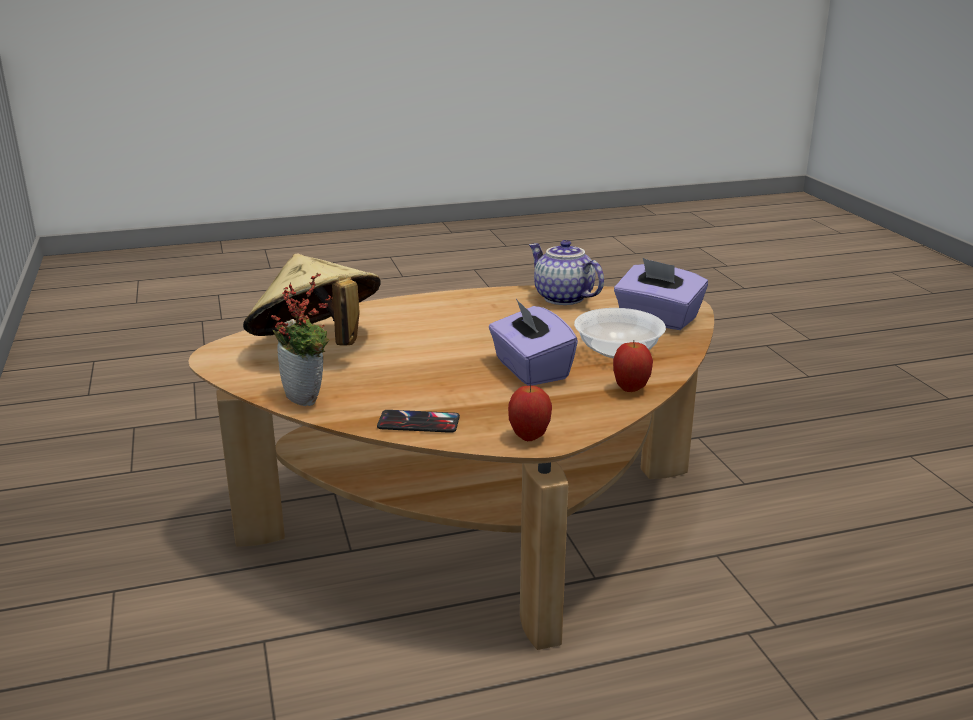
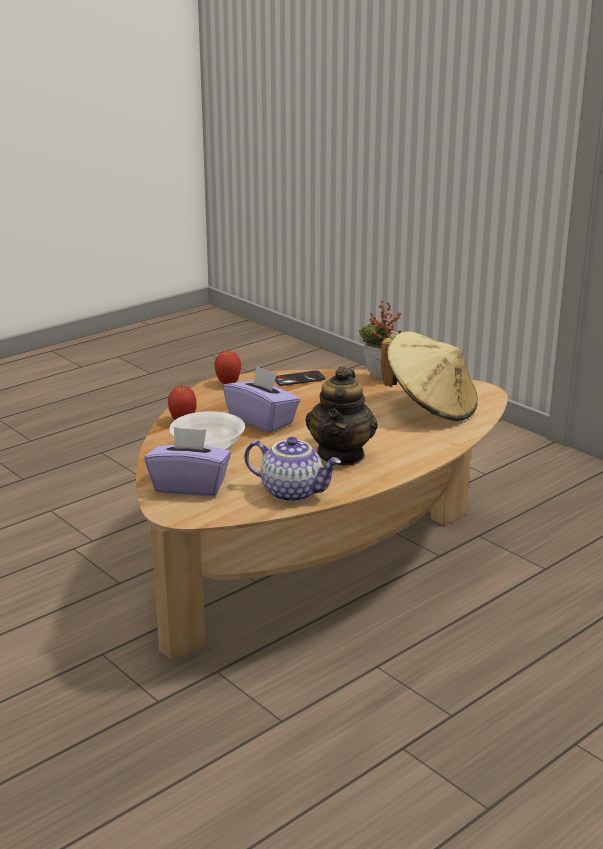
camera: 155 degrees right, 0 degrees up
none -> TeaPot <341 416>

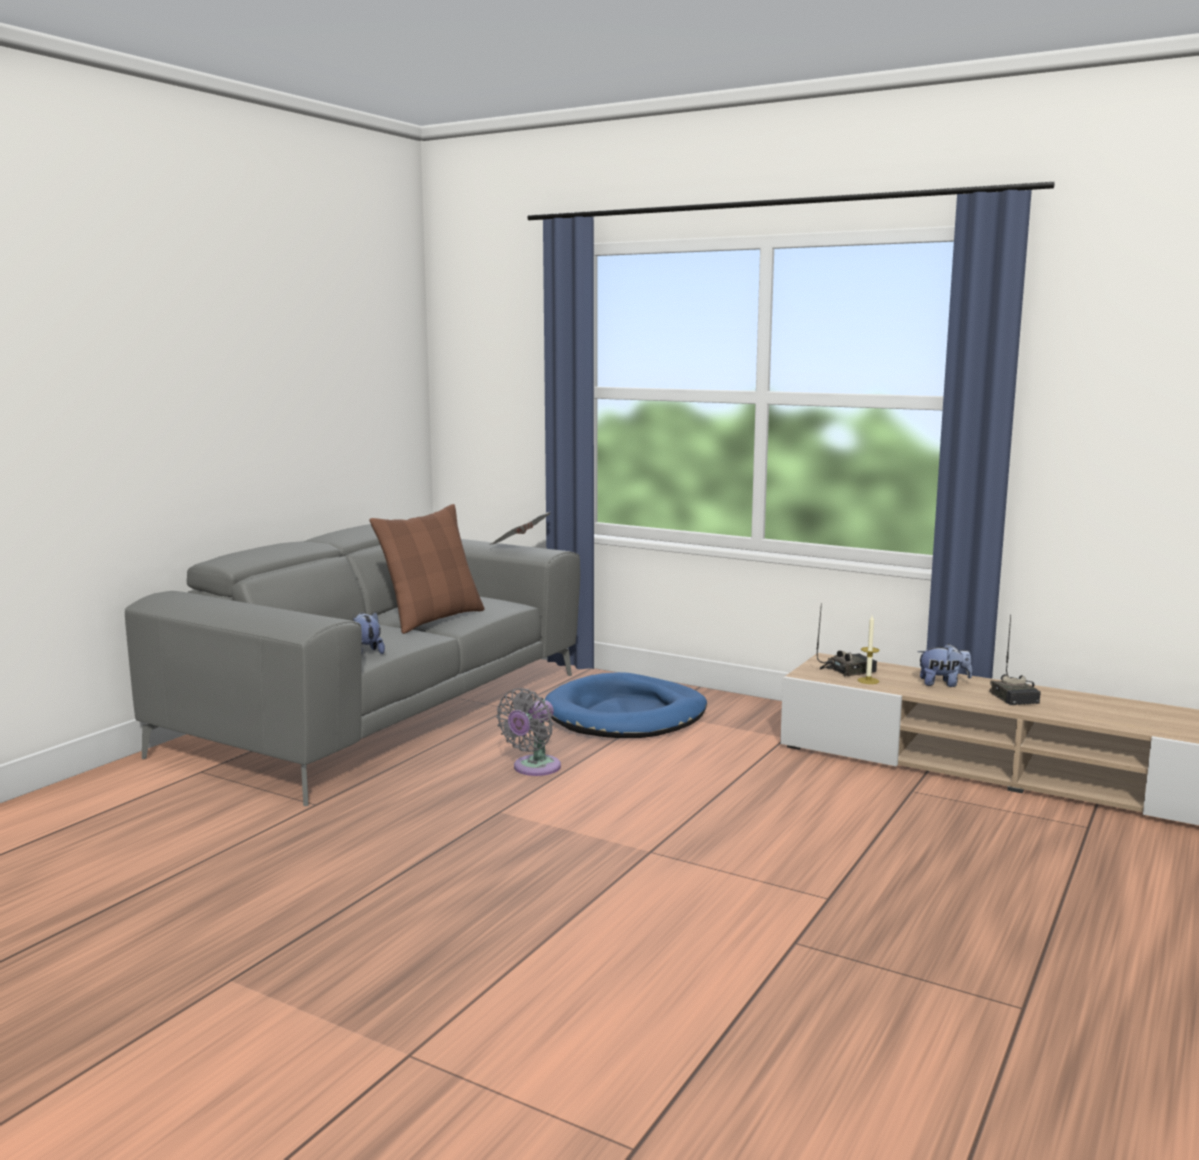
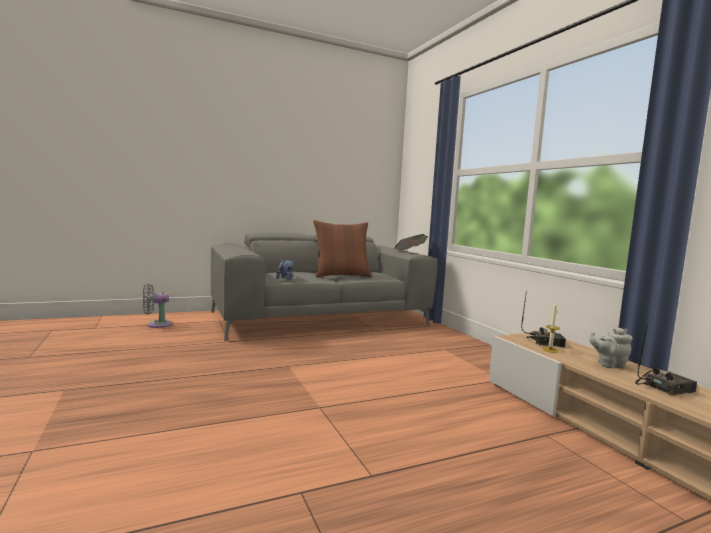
camera: 35 degrees right, 5 degrees down
BlueDogBed <626 705> -> none
GreyCoolingFan <528 732> -> GreyCoolingFan <157 306>, move
SoftToy <945 665> -> GreyTeaPot <611 348>
Radio <1015 659> -> Radio <666 359>, 135 degrees counterclockwise

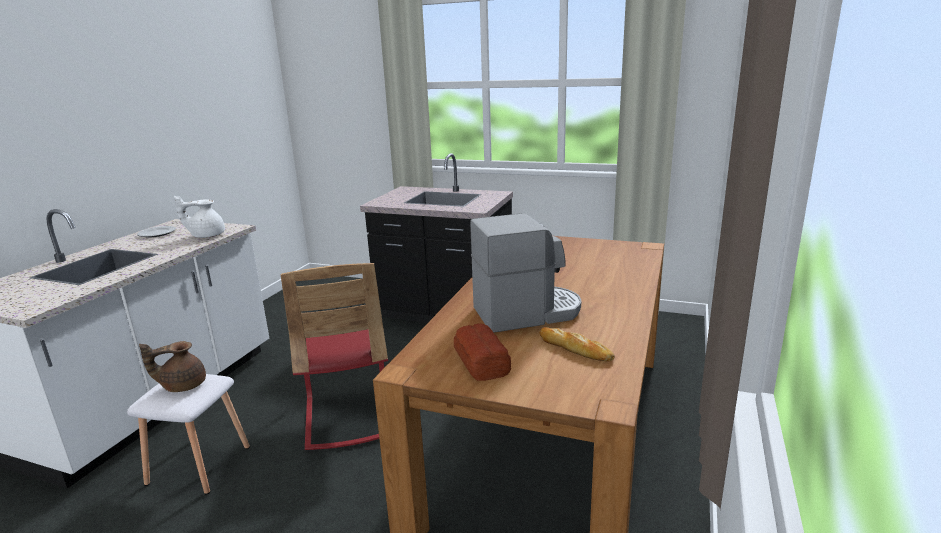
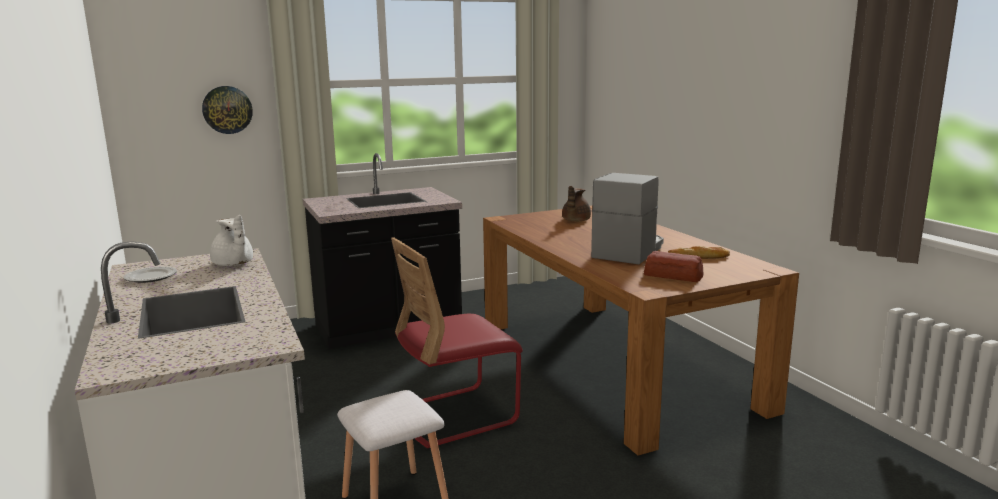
camera: 45 degrees left, 5 degrees down
none -> WallClock <227 110>
BrownTeaPot <172 366> -> BrownTeaPot <576 204>, move
WhitishTeaPot <199 217> -> WhitishTeaPot <231 240>, 75 degrees counterclockwise
RedUprightChair <334 357> -> RedUprightChair <457 343>, 120 degrees clockwise

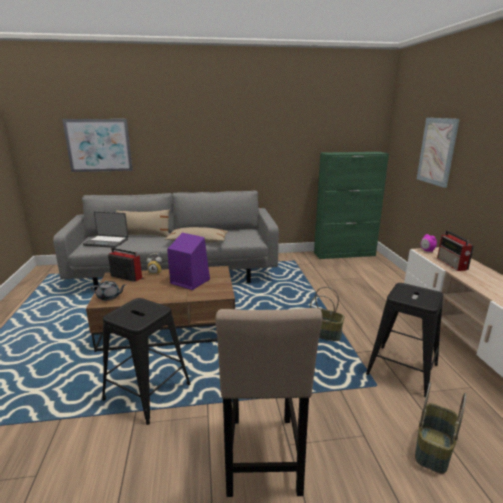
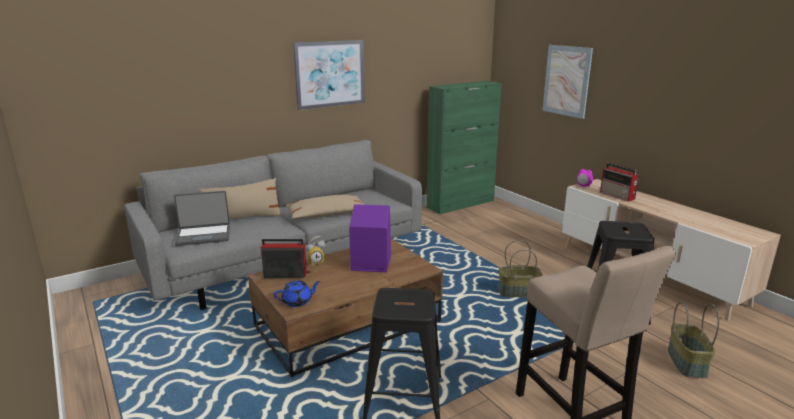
camera: 25 degrees left, 0 degrees up
WallArt <97 145> -> WallArt <329 75>, move
GreyTeaPot <108 291> -> BlueTeaPot <297 294>

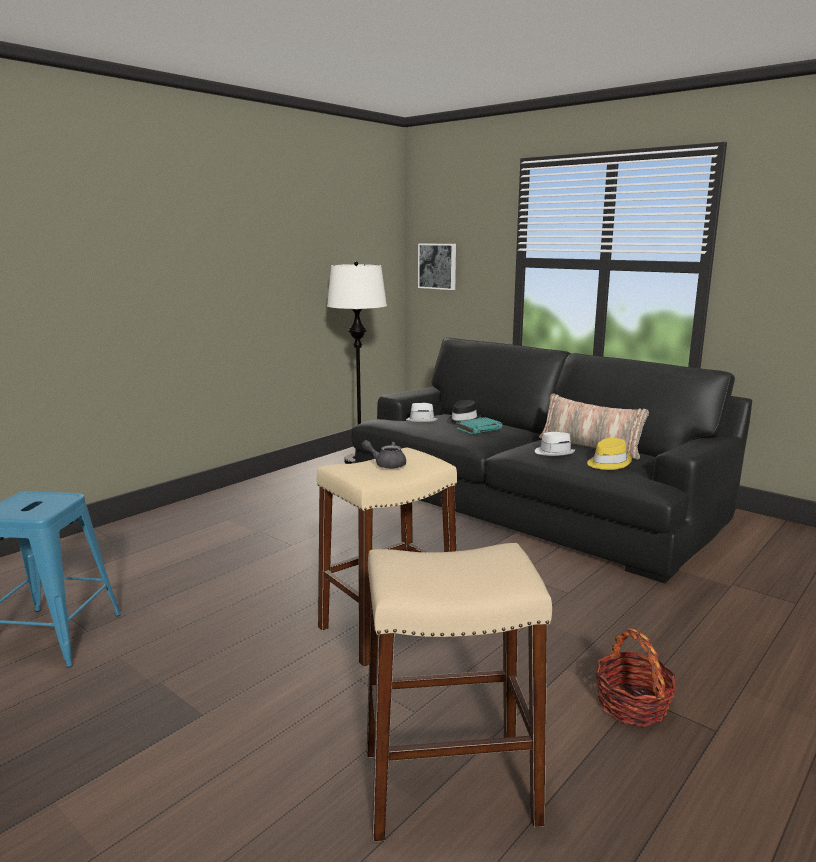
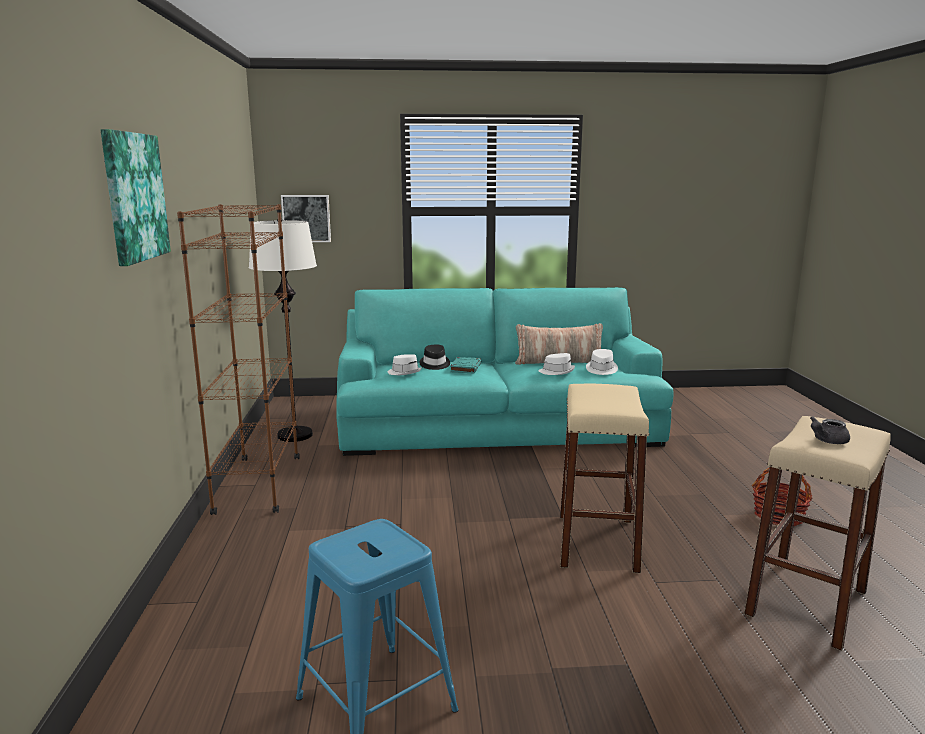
camera: 45 degrees left, 0 degrees up
none -> WallArt <136 197>
none -> BrownShelvingUnit <238 359>
GreyTeaPot <383 454> -> GreyTeaPot <830 430>, move
BlackSettee <551 460> -> TurquoiseColouredSettee <505 371>
YellowClothingHat <609 454> -> WhitishClothingHat <602 362>

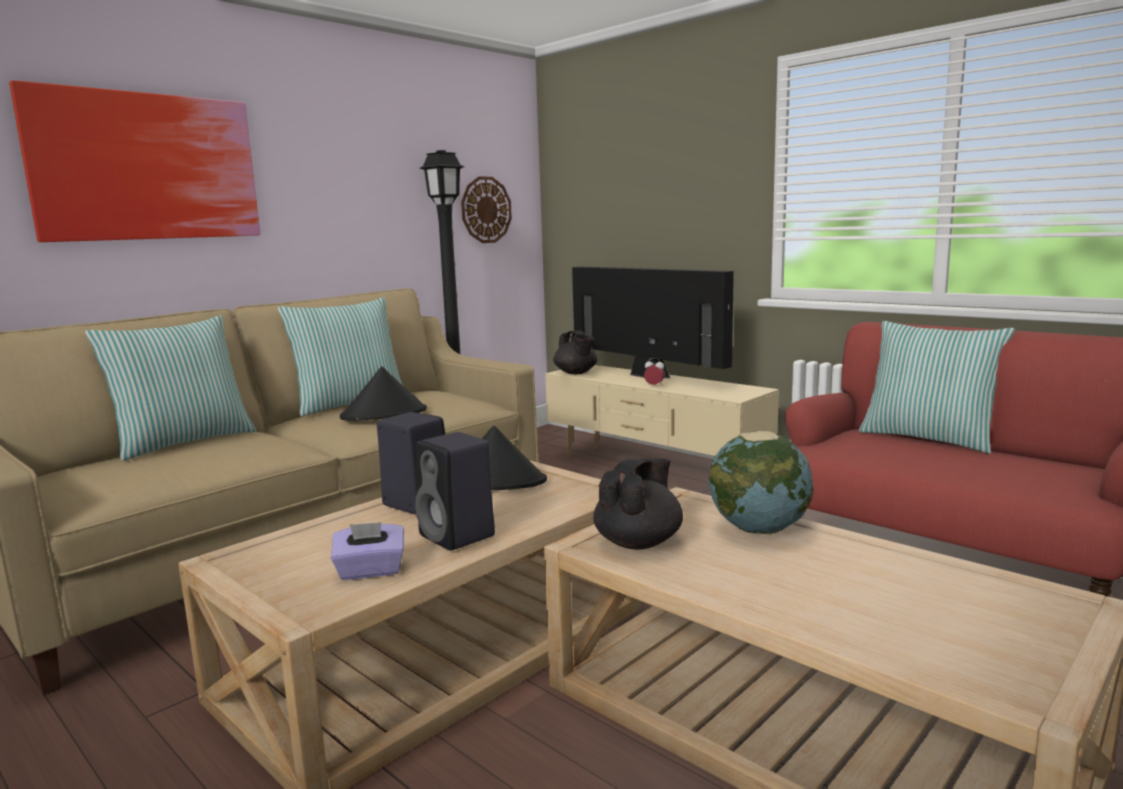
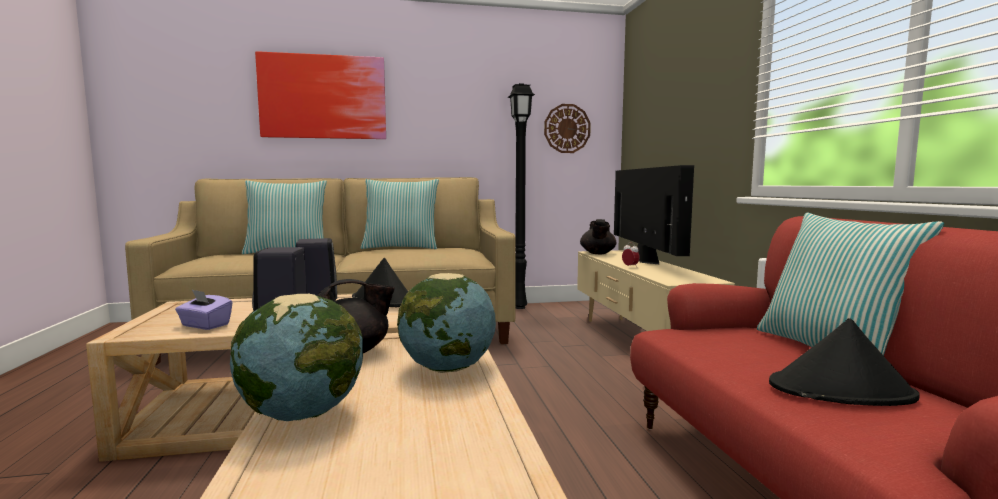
camera: 35 degrees right, 5 degrees down
none -> DeskGlobe <296 357>
BlackClothingHat <383 394> -> BlackClothingHat <844 362>, move

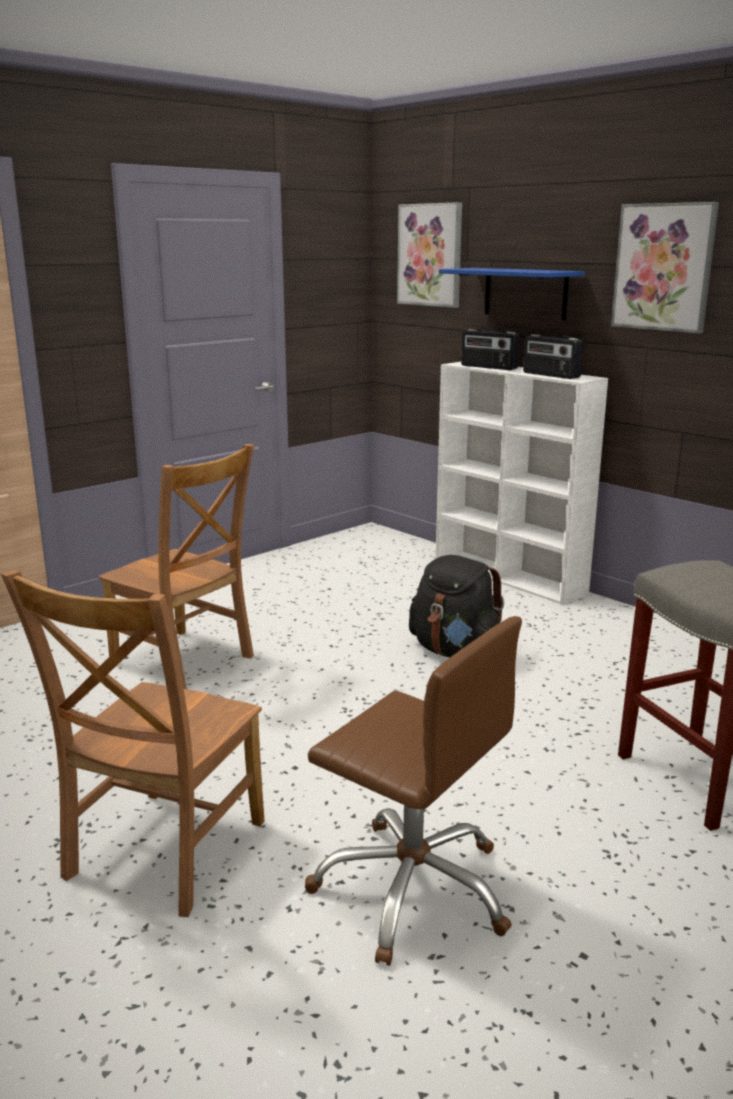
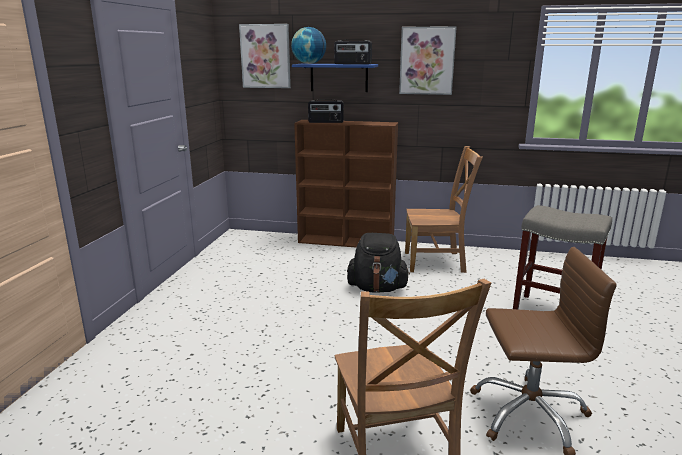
camera: 35 degrees left, 0 degrees up
none -> DeskGlobe <308 45>
BrownUprightChair <176 566> -> BrownUprightChair <444 209>, move
Radio <553 356> -> Radio <353 52>, move
WhitishShelvingUnit <522 483> -> BrownShelvingUnit <346 183>

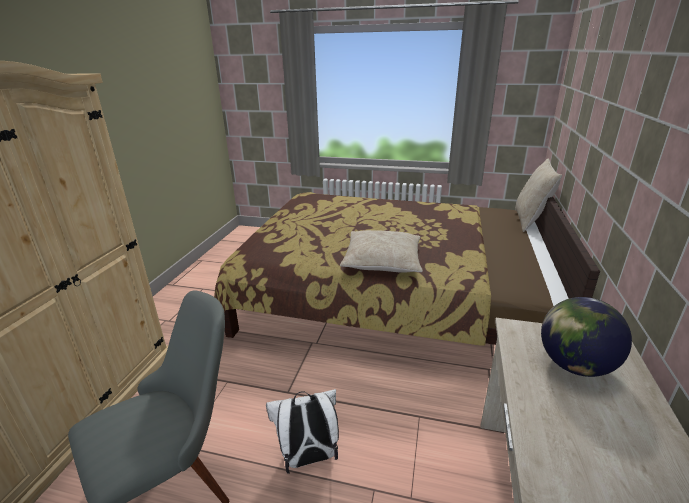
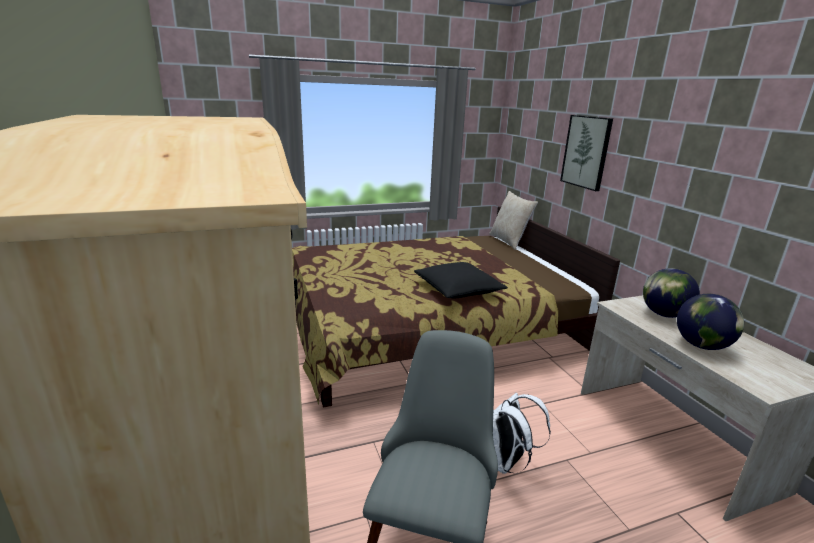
camera: 35 degrees left, 5 degrees down
none -> WallArt <586 153>
none -> DeskGlobe <710 322>
BeigeCushion <381 251> -> BlackCushion <461 280>

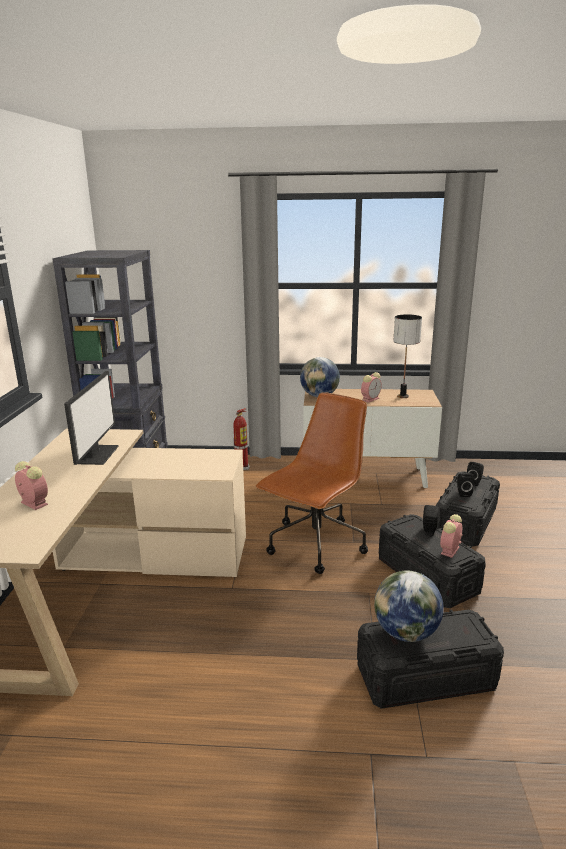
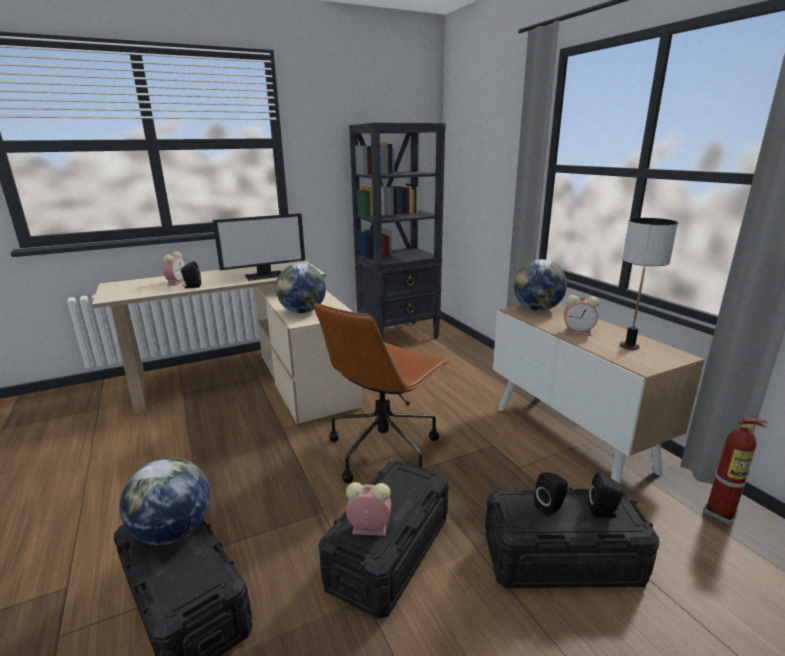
camera: 60 degrees right, 0 degrees up
none -> DeskGlobe <301 288>
FireFightingCylinder <241 439> -> FireFightingCylinder <735 471>, move
BlackSpeaker <431 520> -> BlackSpeaker <191 274>, move
BrownComputerChair <312 483> -> BrownComputerChair <382 393>, 120 degrees clockwise

